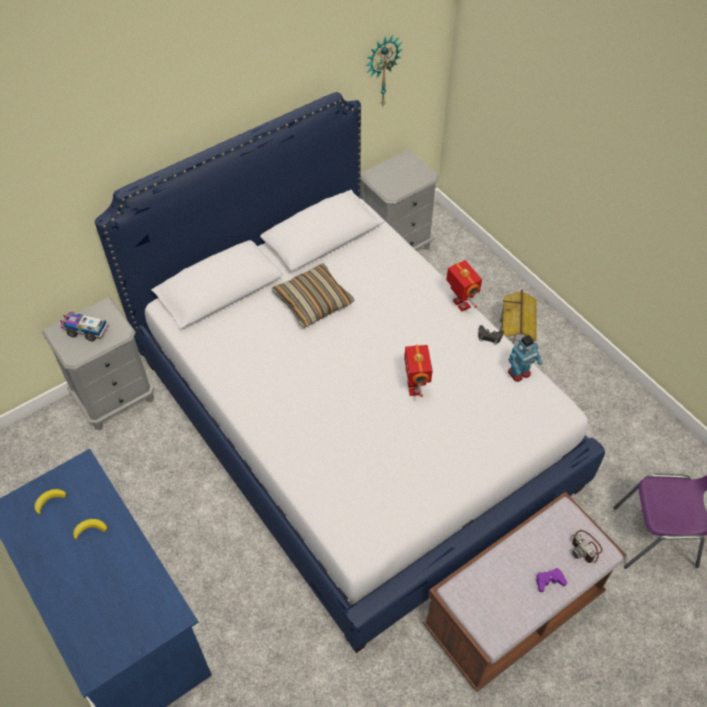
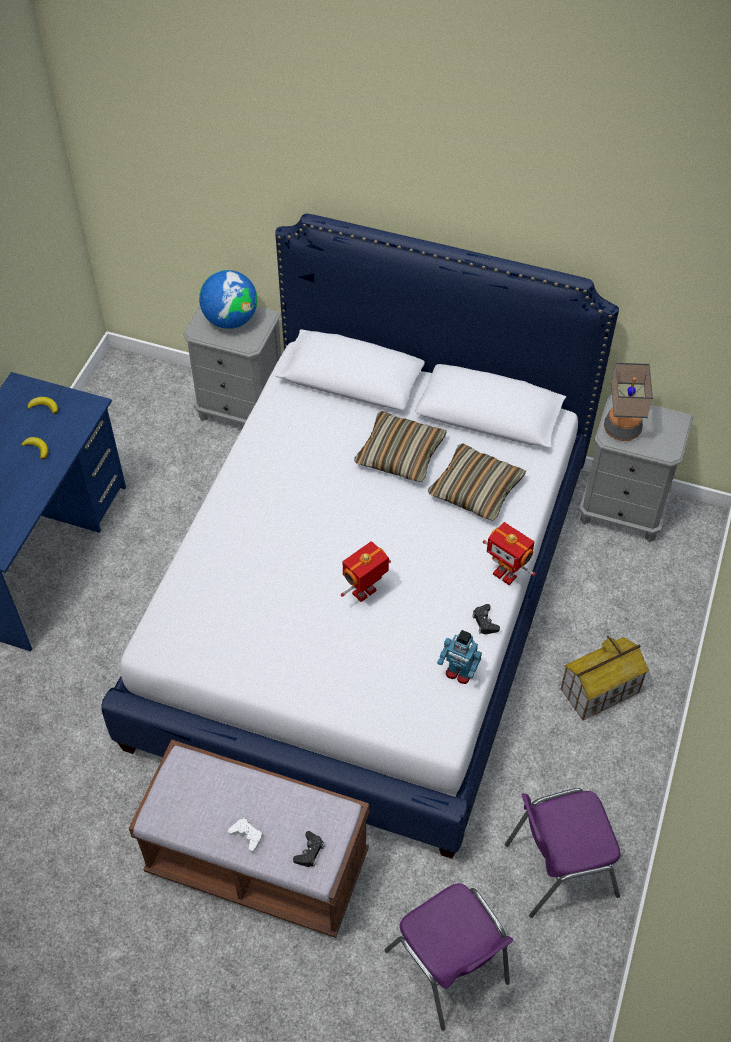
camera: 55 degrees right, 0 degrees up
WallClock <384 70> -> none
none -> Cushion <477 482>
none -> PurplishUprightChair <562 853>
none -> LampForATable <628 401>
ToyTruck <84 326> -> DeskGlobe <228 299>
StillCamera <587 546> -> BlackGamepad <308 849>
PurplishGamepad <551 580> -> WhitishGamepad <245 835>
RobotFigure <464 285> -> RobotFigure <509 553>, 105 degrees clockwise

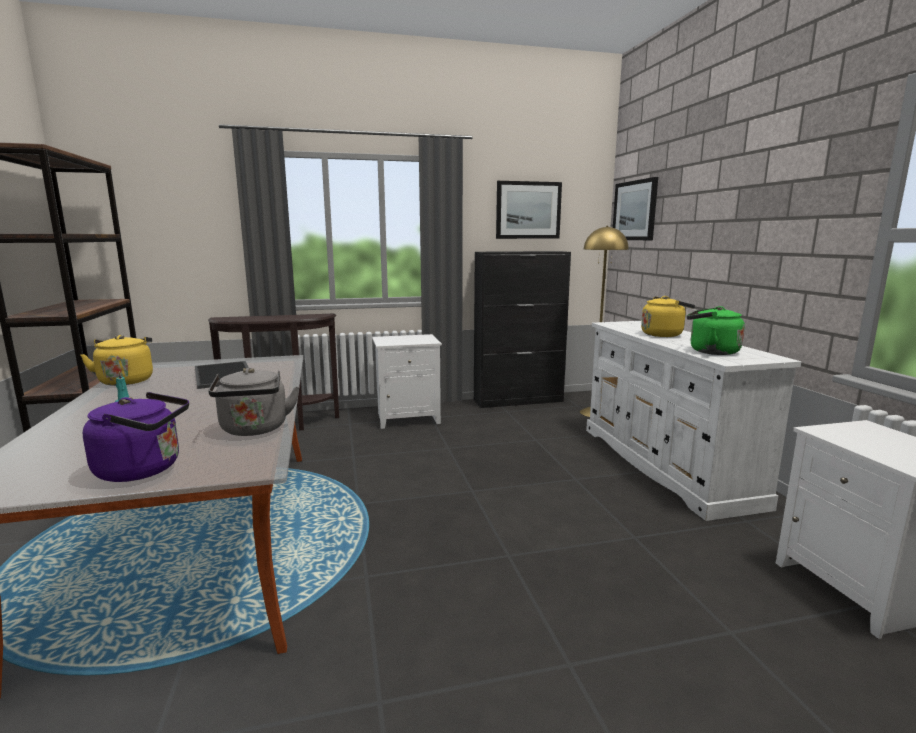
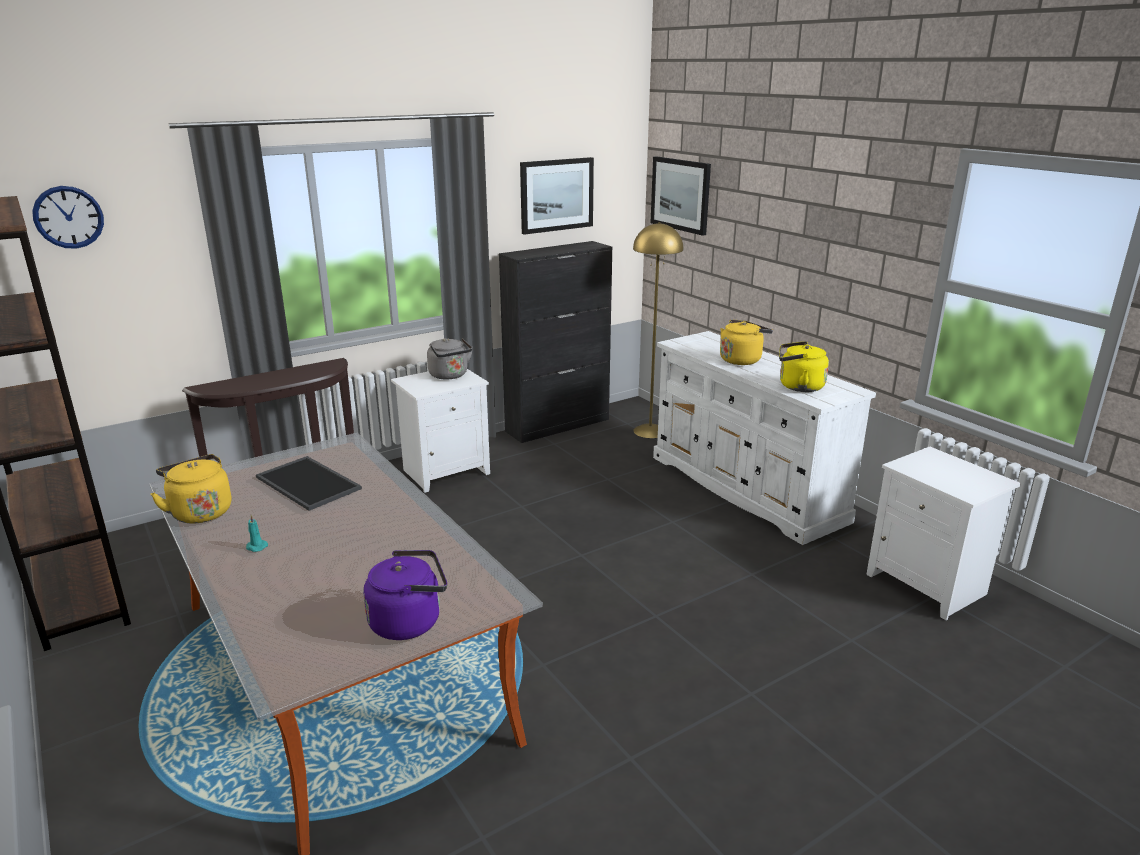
camera: 20 degrees left, 10 degrees up
none -> WallClock <68 217>
GreyTeaKettle <253 402> -> GreyTeaKettle <450 358>, move
GreenTeaKettle <716 330> -> YellowTeaKettle <804 366>

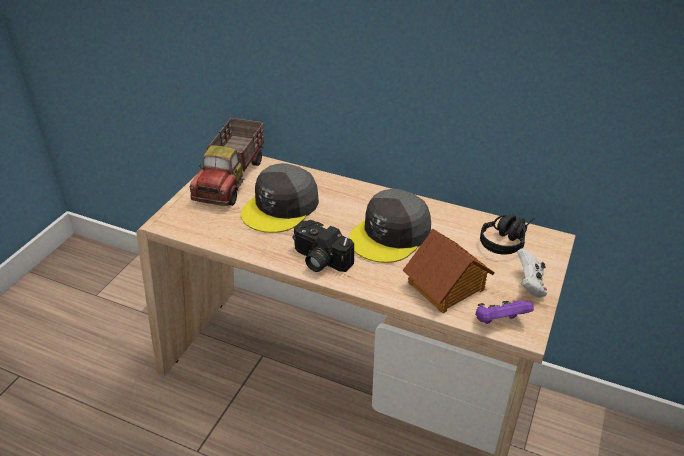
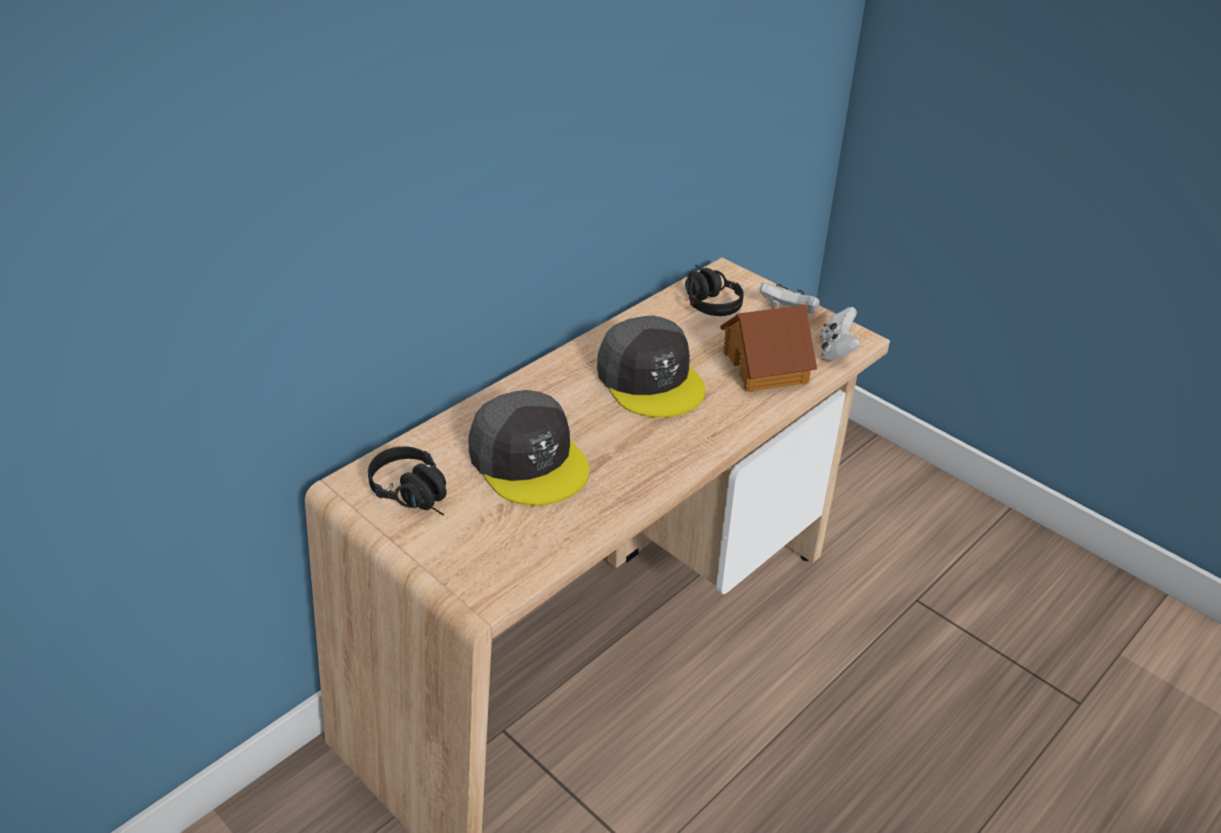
camera: 70 degrees left, 0 degrees up
StillCamera <323 246> -> none
ToyTruck <226 162> -> BlackHeadphones <407 480>
PurplishGamepad <504 312> -> WhitishGamepad <840 334>

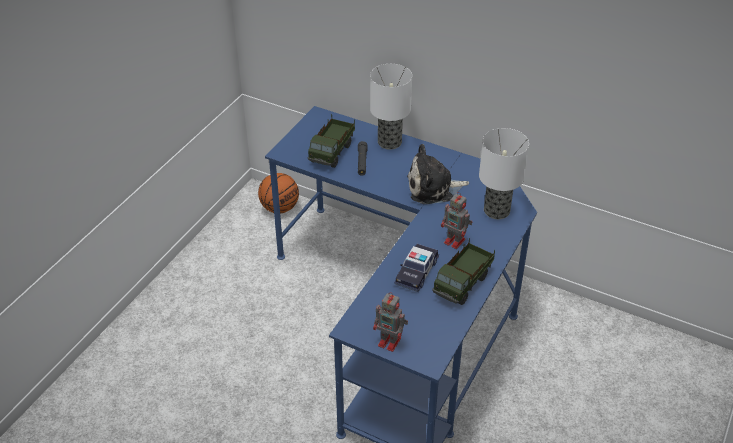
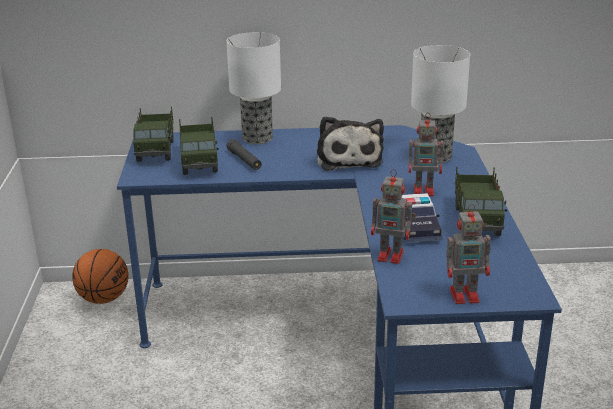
camera: 30 degrees left, 15 degrees down
none -> ToyTruck <153 134>
none -> RobotFigure <393 216>
SoftToy <438 174> -> SoftToy <350 143>, 60 degrees counterclockwise

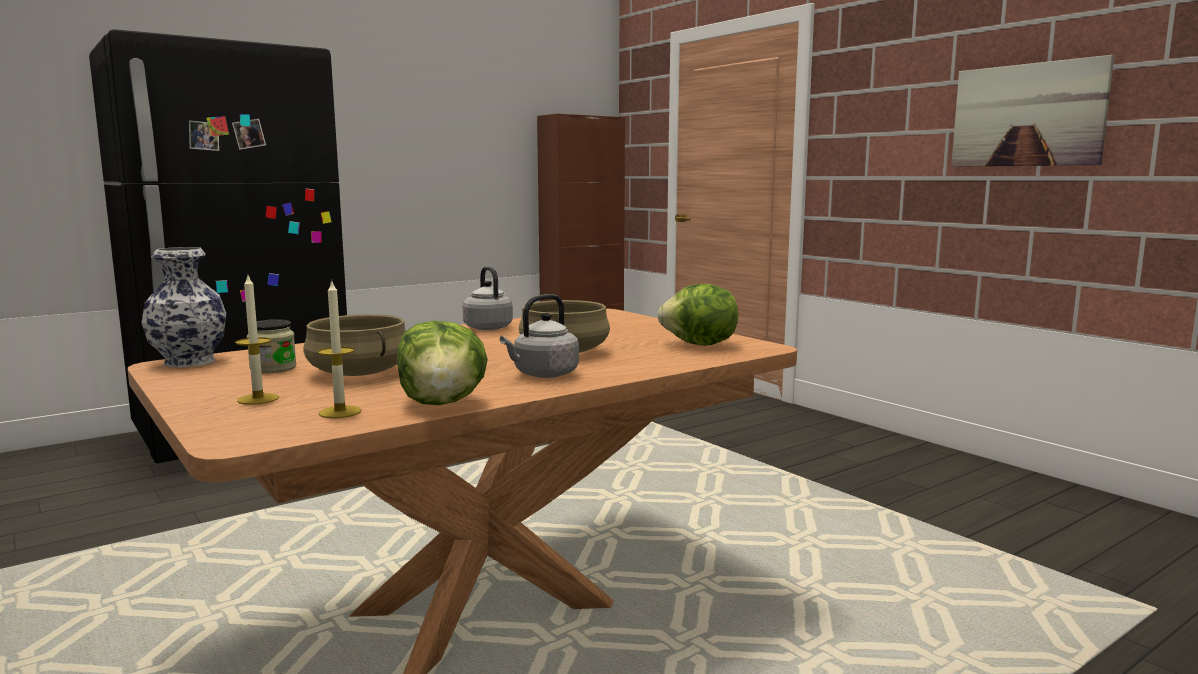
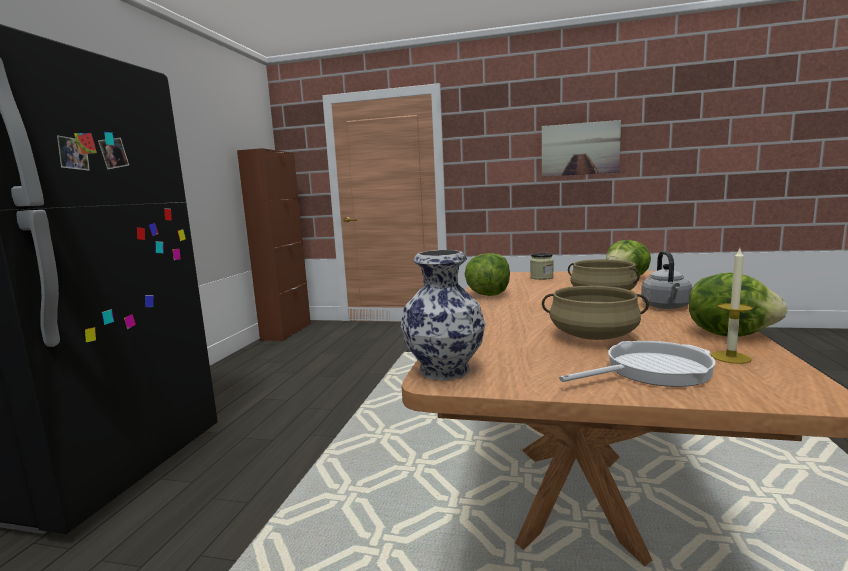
camera: 40 degrees left, 0 degrees up
PreserveJar <272 346> -> PreserveJar <542 266>, move
WaxLight <257 340> -> Pan <637 364>
GreyTeaKettle <488 298> -> LettuceHead <487 274>

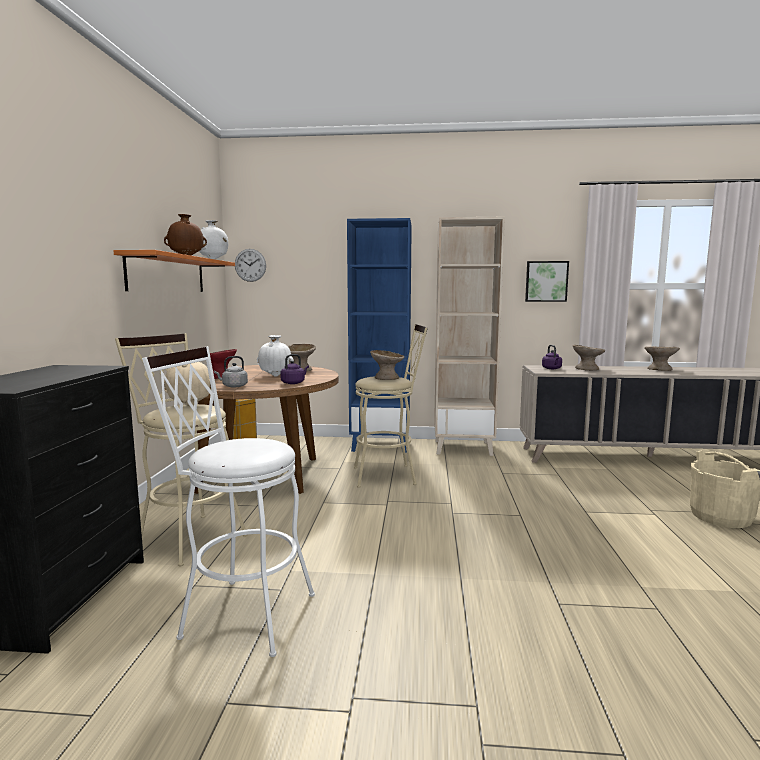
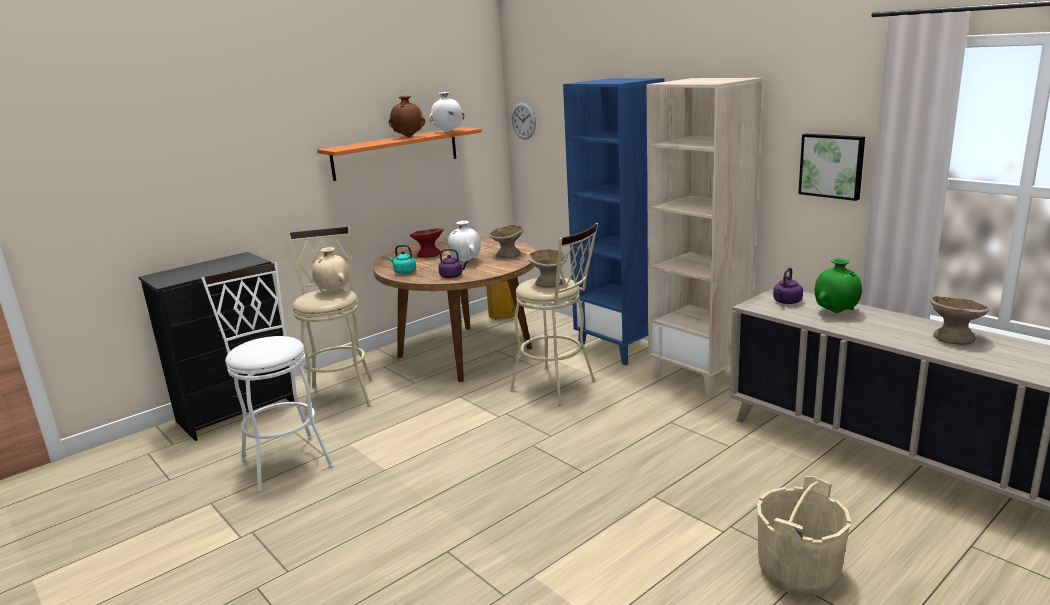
camera: 45 degrees right, 10 degrees up
BeigeServingBowl <589 357> -> GreenFlowerVase <838 286>
GreyTeaKettle <231 371> -> TurquoiseColouredTeaKettle <402 259>

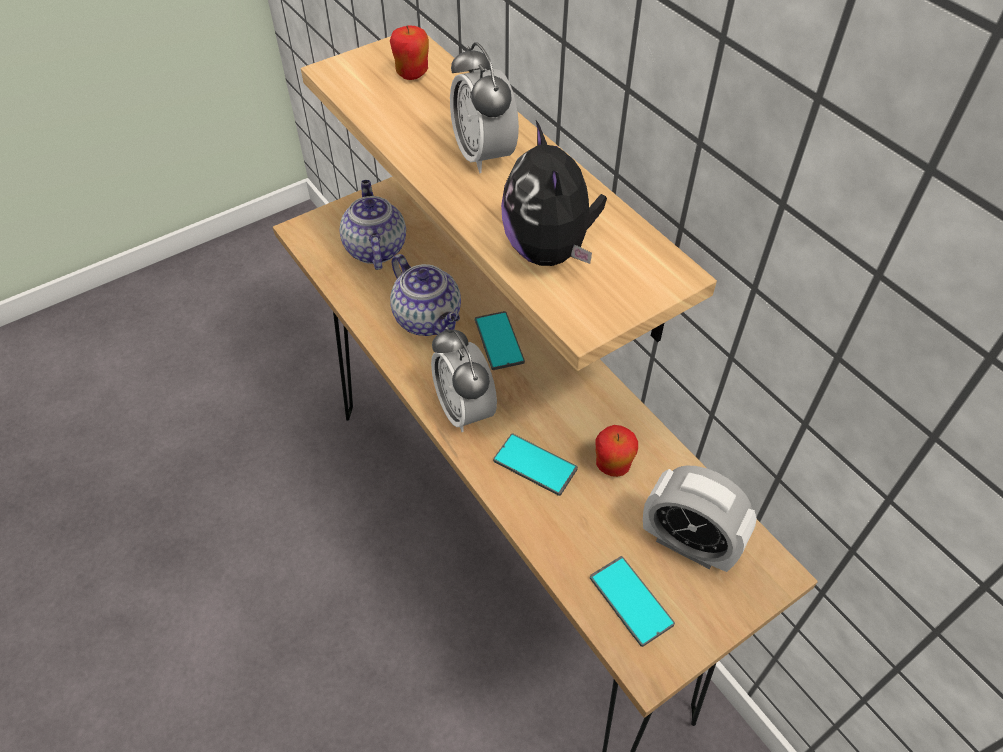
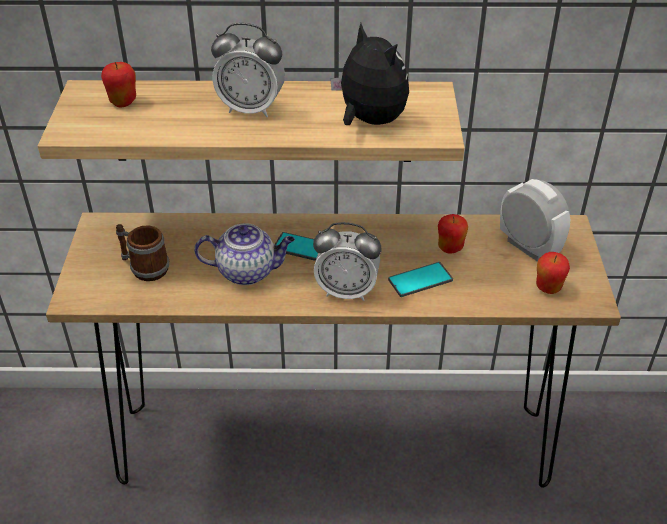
camera: 55 degrees left, 10 degrees down
TeaPot <373 225> -> TeaMug <142 252>
Telephone <632 601> -> Apple <553 273>
SoftToy <554 193> -> SoftToy <369 74>, 150 degrees counterclockwise
TableClock <700 519> -> TableClock <535 220>, 105 degrees counterclockwise

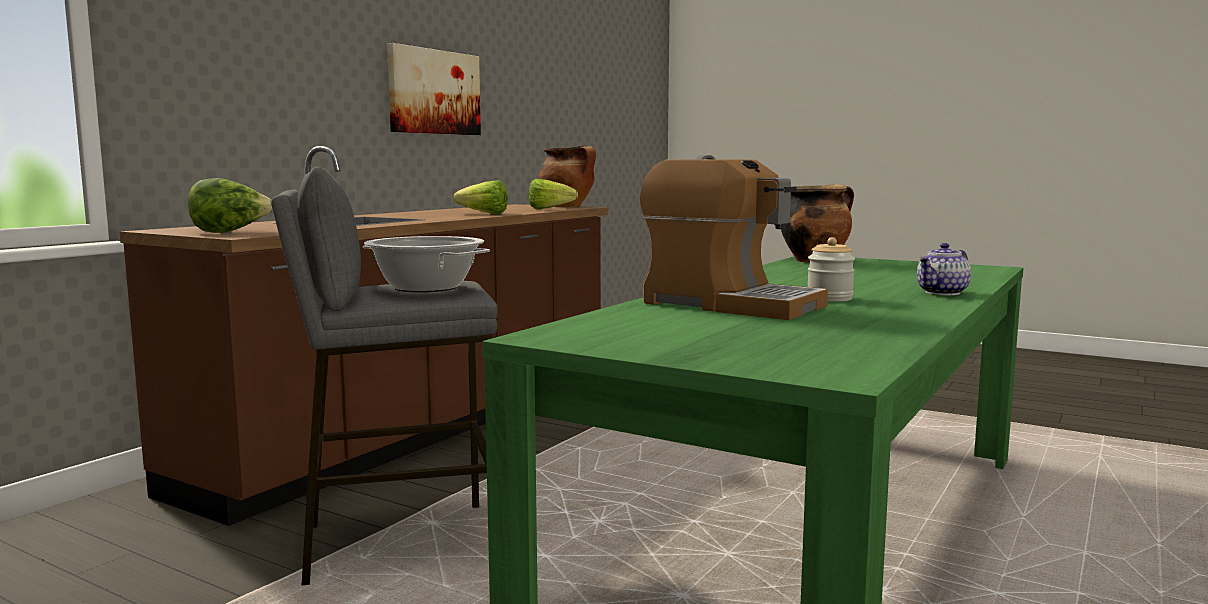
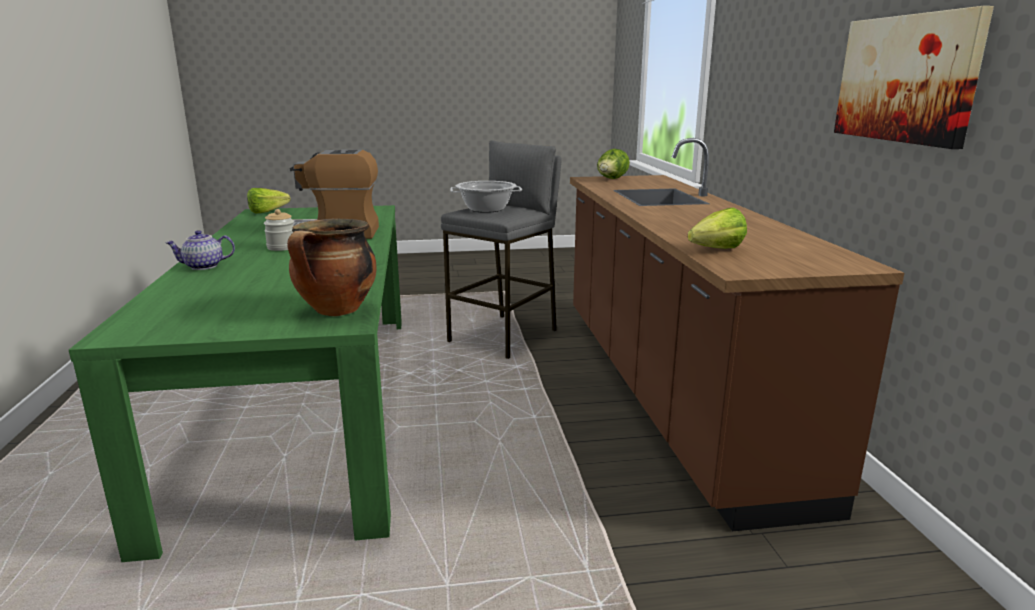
camera: 140 degrees right, 10 degrees up
CookingPot <567 176> -> none
LettuceHead <481 197> -> LettuceHead <268 201>, move
TeaPot <944 269> -> TeaPot <200 250>, 120 degrees counterclockwise

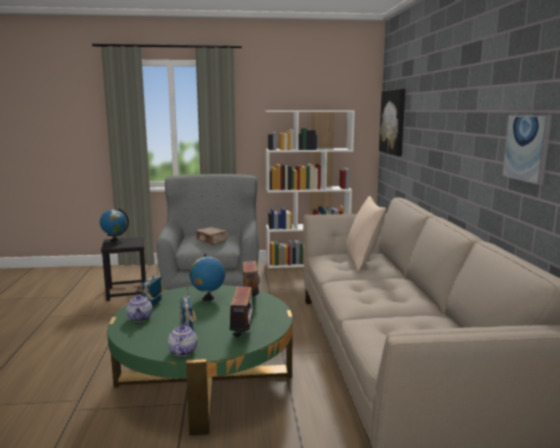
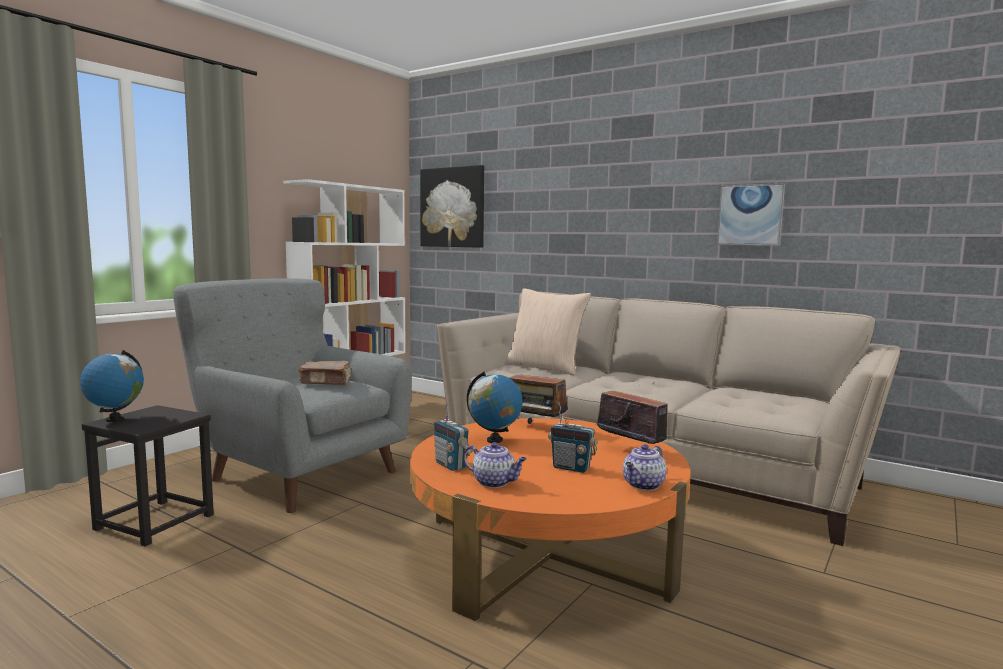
camera: 50 degrees left, 5 degrees down
GreenLoungeTable <200 360> -> OrangeColouredLoungeTable <550 519>
TeaPot <183 339> -> TeaPot <645 467>, 90 degrees counterclockwise

